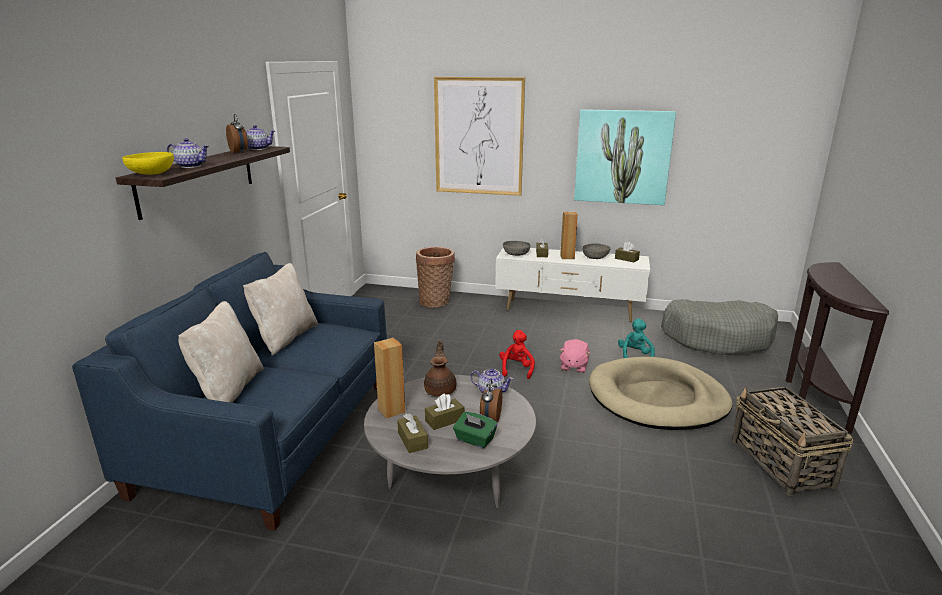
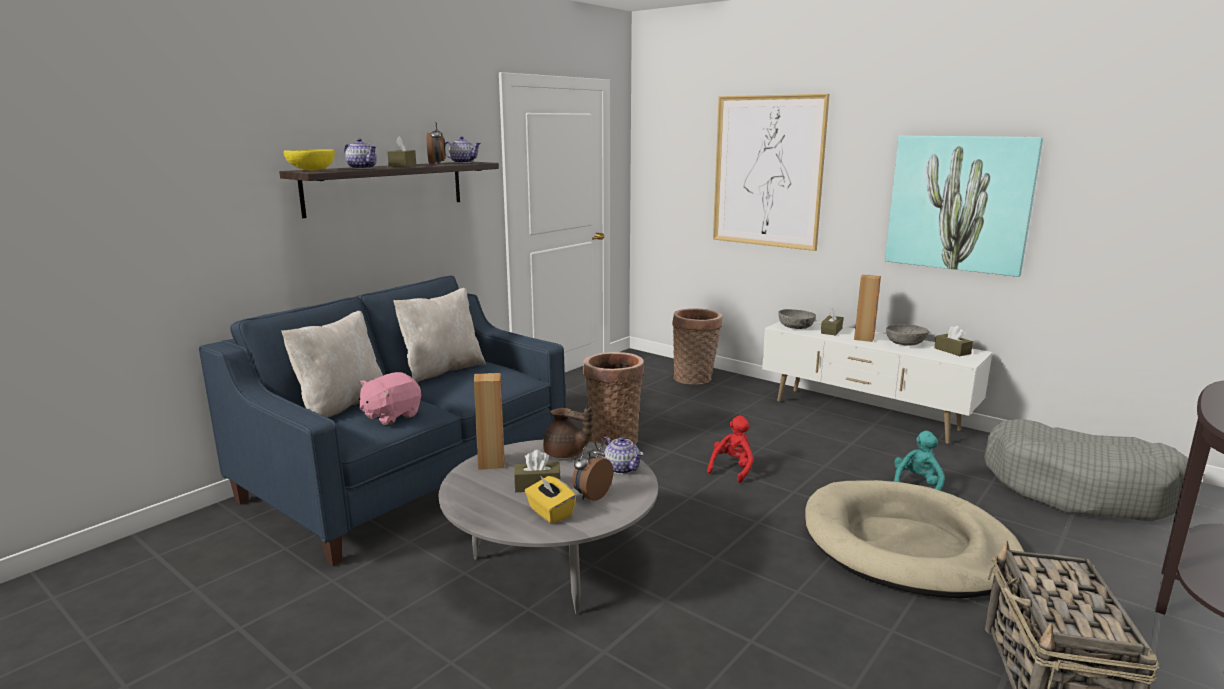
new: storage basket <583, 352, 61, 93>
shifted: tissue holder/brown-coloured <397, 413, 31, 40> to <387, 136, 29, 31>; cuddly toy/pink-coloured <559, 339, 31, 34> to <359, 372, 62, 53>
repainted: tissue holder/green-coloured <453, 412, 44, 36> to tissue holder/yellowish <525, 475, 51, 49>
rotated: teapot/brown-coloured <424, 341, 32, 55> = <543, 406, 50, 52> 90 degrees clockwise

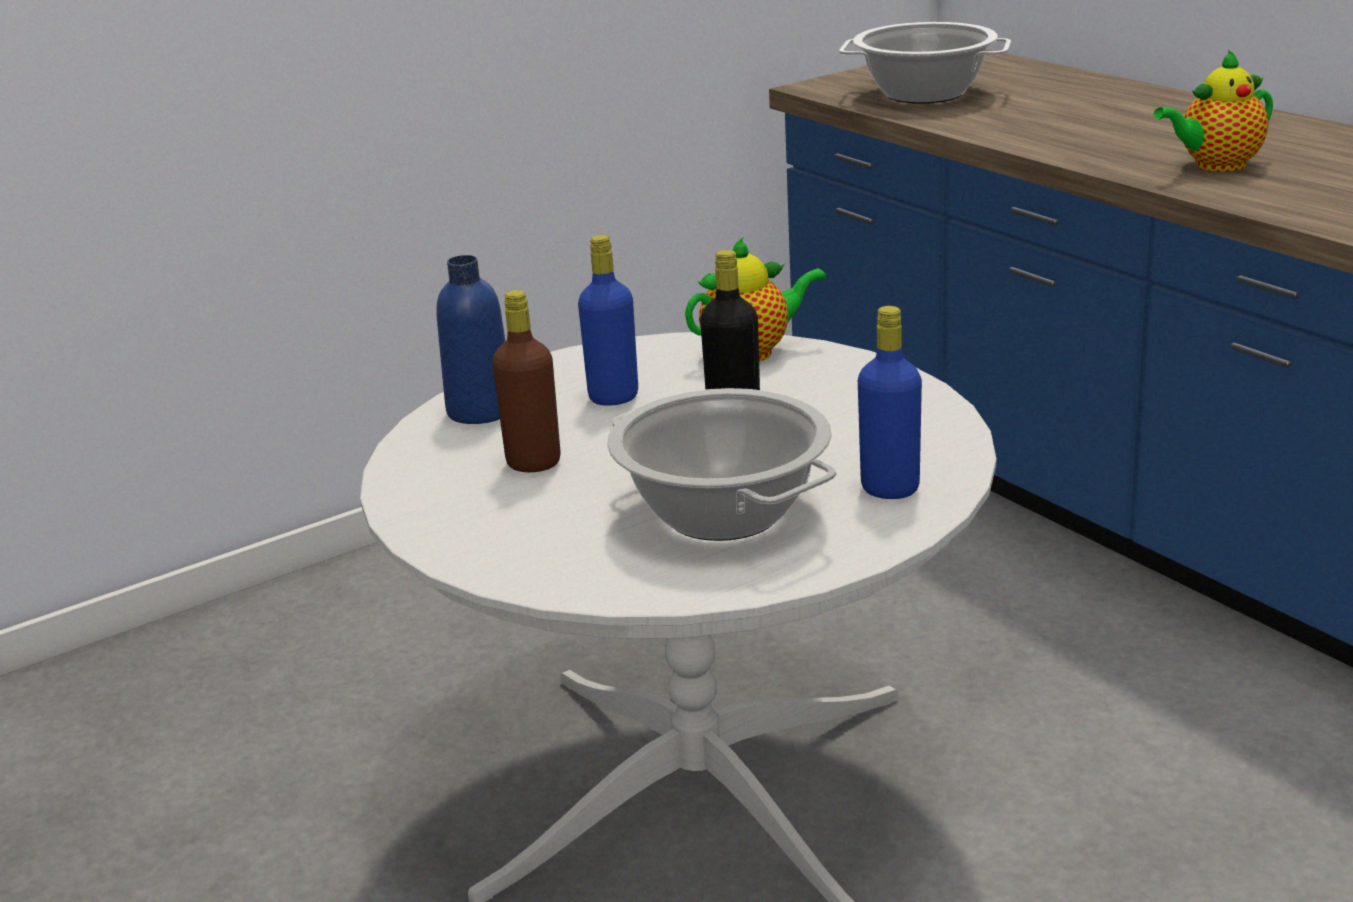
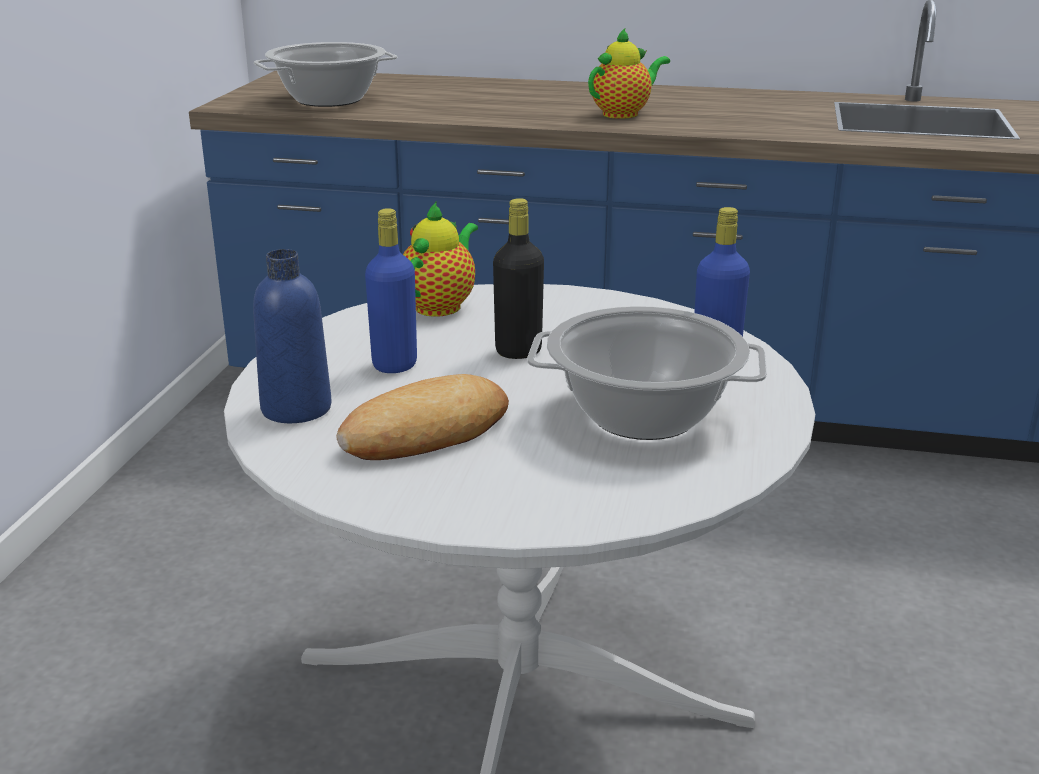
swapped: bottle/brown-coloured <492, 290, 69, 182> to bread <336, 374, 173, 86>
rotated: teapot <1154, 50, 119, 122> = <588, 27, 82, 92> 150 degrees counterclockwise

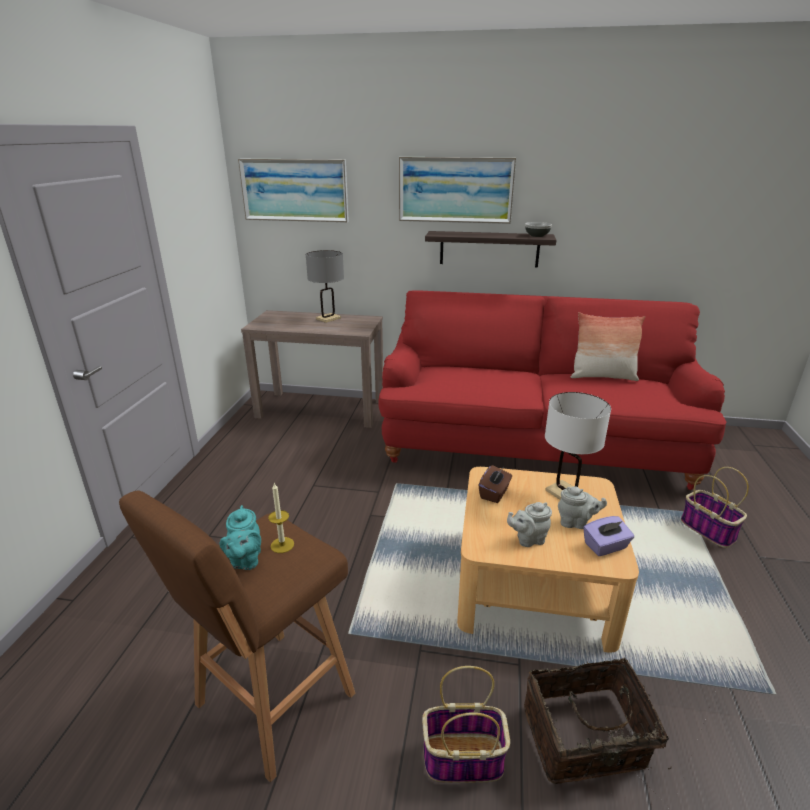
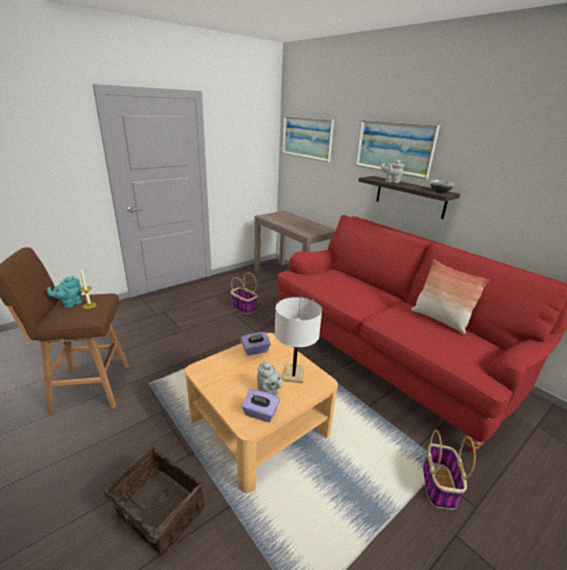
gone: table lamp/gray <306, 250, 38, 73>
shifted: storage basket <422, 666, 88, 117> to <230, 273, 28, 41>; teapot/gray <507, 502, 45, 45> to <381, 160, 23, 23>
repainted: tissue holder/brown-coloured <479, 465, 33, 38> to tissue holder/purple-coloured <241, 332, 30, 24>

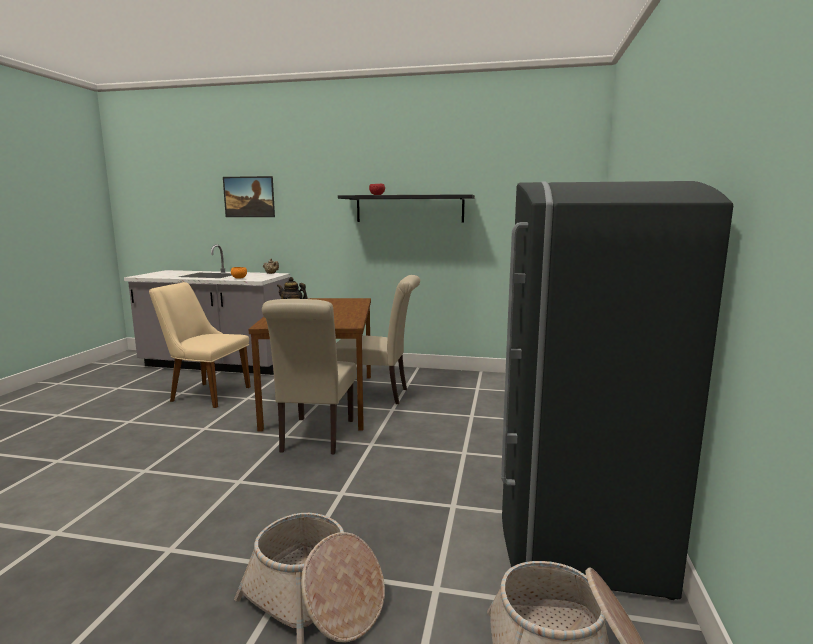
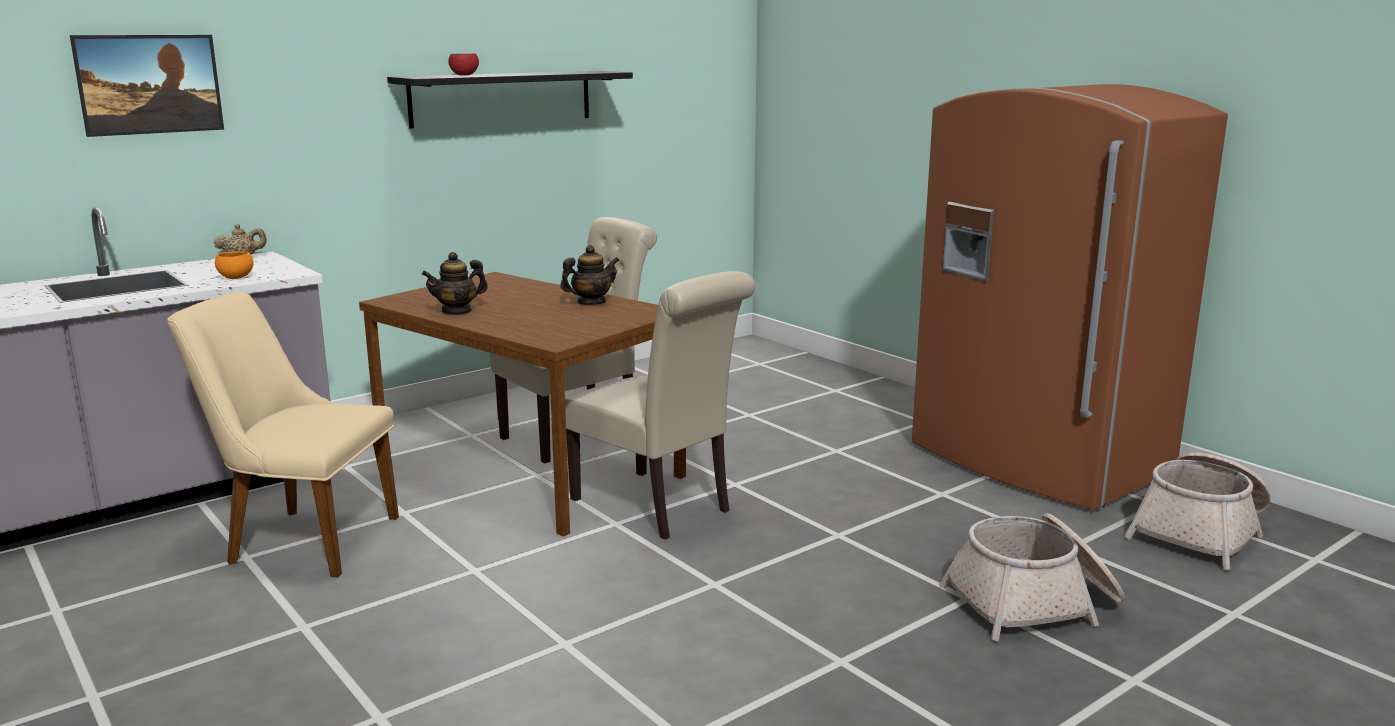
new: teapot <560, 245, 59, 60>
repainted: kitchen fridge/gray <501, 181, 232, 419> to kitchen fridge/brown-coloured <912, 84, 316, 426>
rotated: upright chair/beige-coloured <149, 282, 102, 126> = <167, 292, 232, 286> 45 degrees clockwise

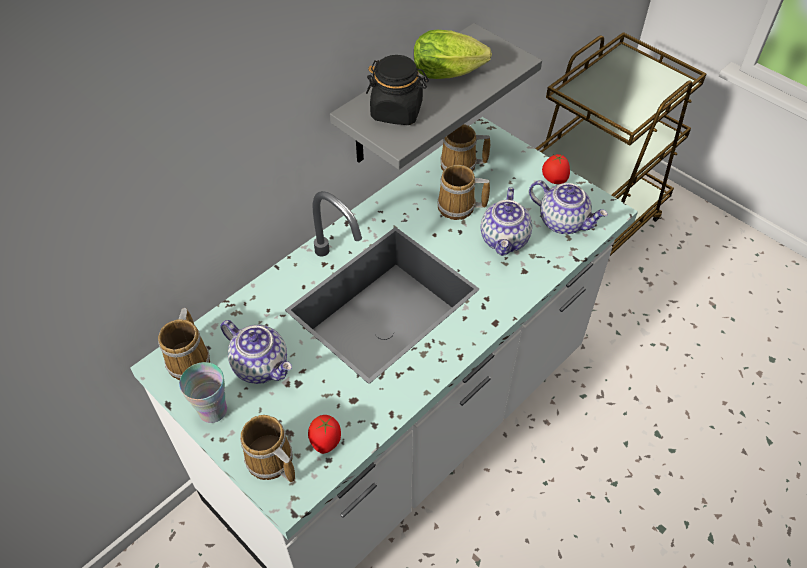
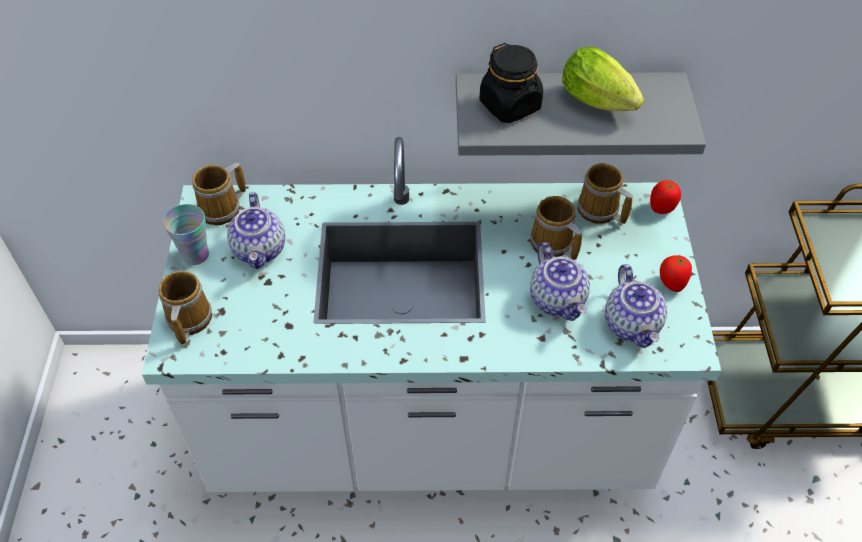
shifted: tomato <308, 415, 33, 39> to <650, 180, 31, 34>
rotated: teapot <481, 187, 51, 69> = <530, 242, 60, 79> 75 degrees counterclockwise

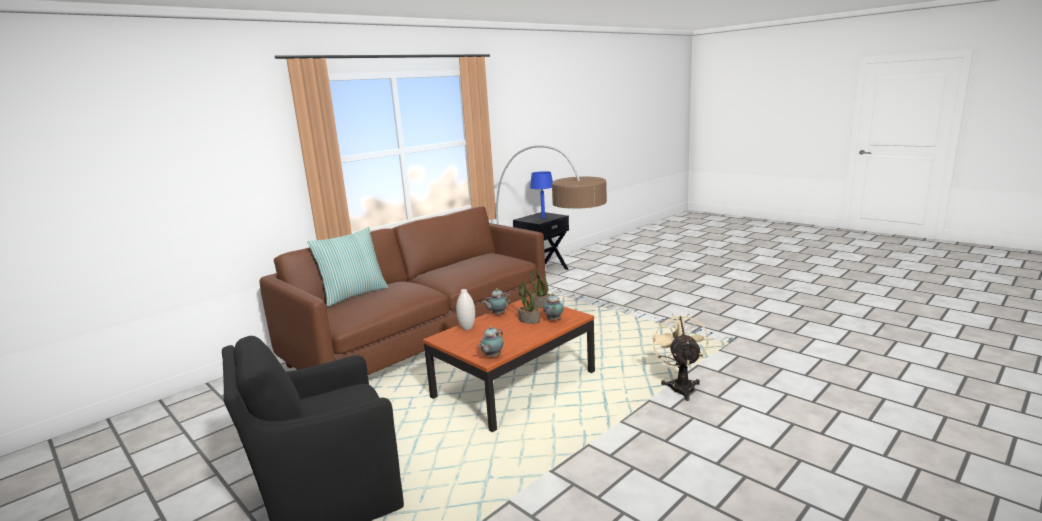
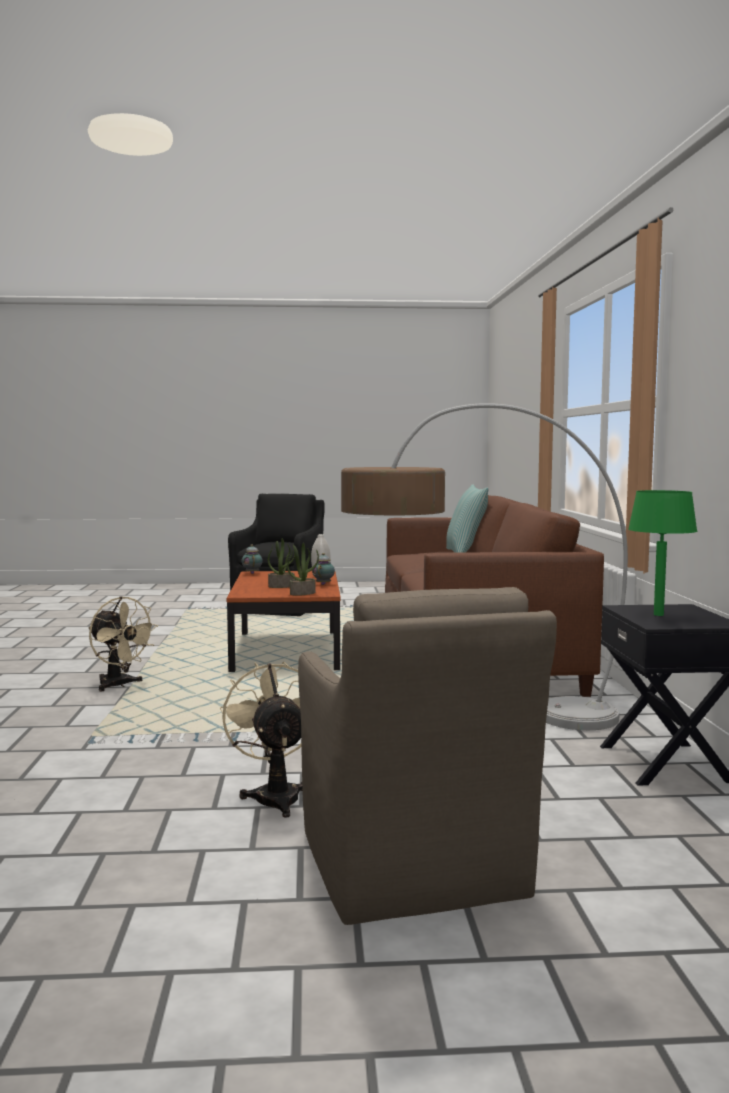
gone: teapot <543, 293, 21, 28>
new: cooling fan/beige-coloured <220, 662, 82, 156>; armchair/brown-coloured <298, 587, 259, 338>
repainted: table lamp/blue-coloured <530, 171, 23, 48> to table lamp/green-coloured <628, 490, 69, 126>

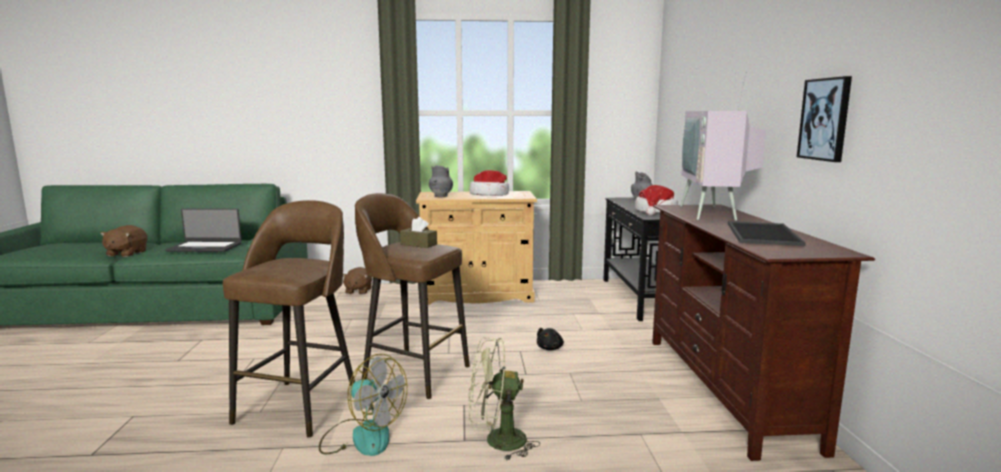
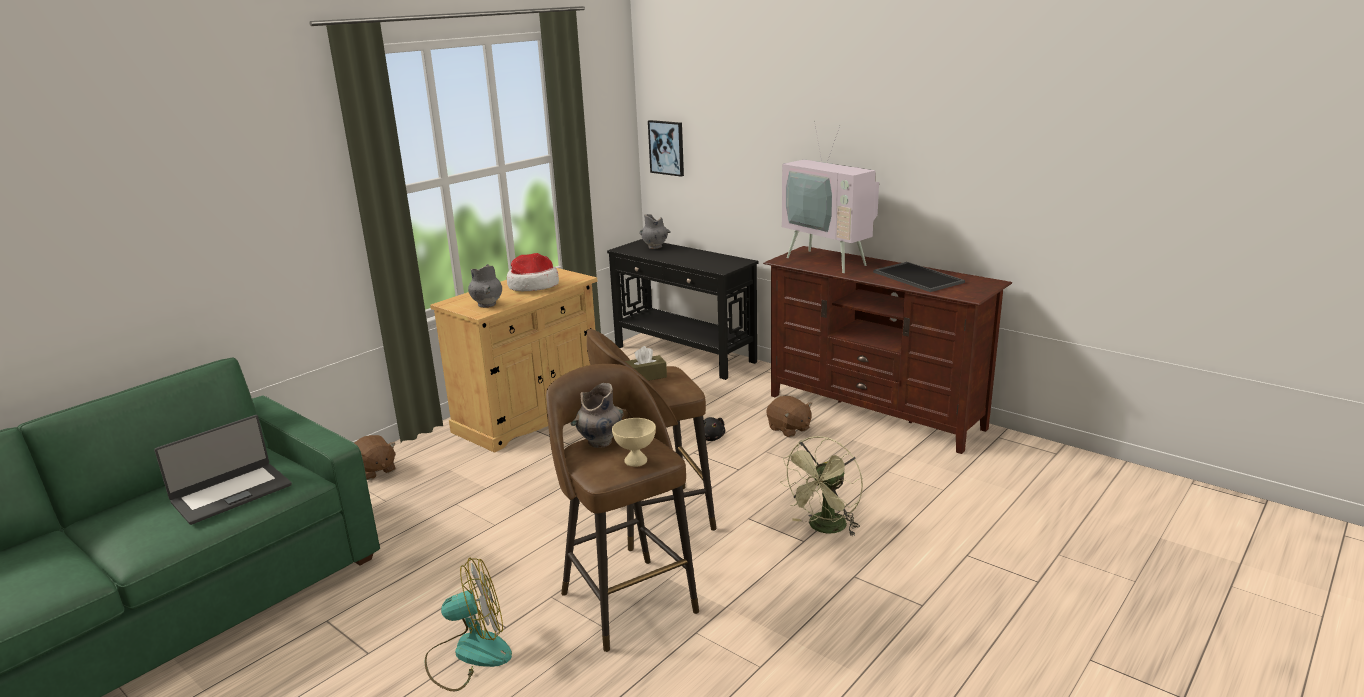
gone: clothing hat <635, 185, 43, 31>
new: decorative vase/gray <570, 383, 54, 65>; serving bowl/beige-coloured <612, 418, 44, 49>
shifted: cuddly toy/brown-coloured <100, 225, 47, 32> to <766, 396, 46, 41>; cooling fan <319, 354, 88, 102> to <425, 558, 87, 133>; picture <797, 76, 55, 86> to <648, 120, 36, 57>

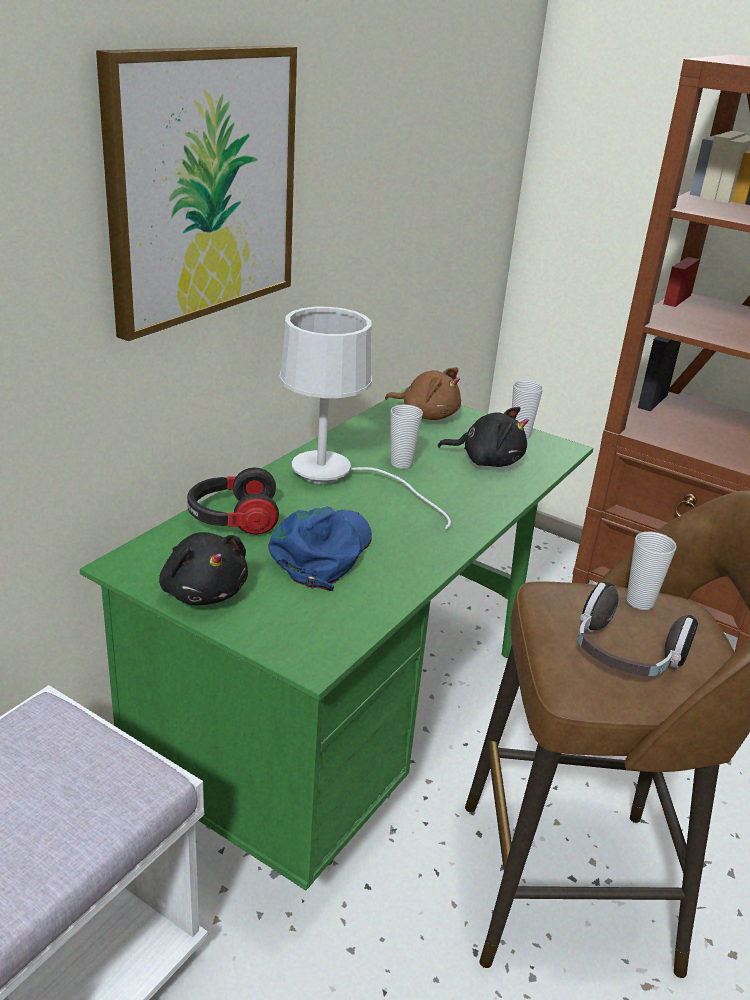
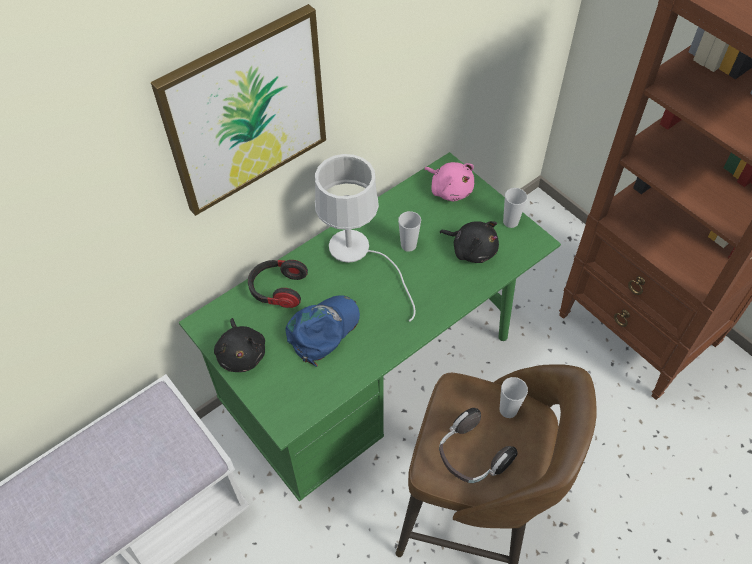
repainted: cuddly toy/brown-coloured <385, 367, 76, 53> to cuddly toy/pink-coloured <424, 162, 50, 39>

